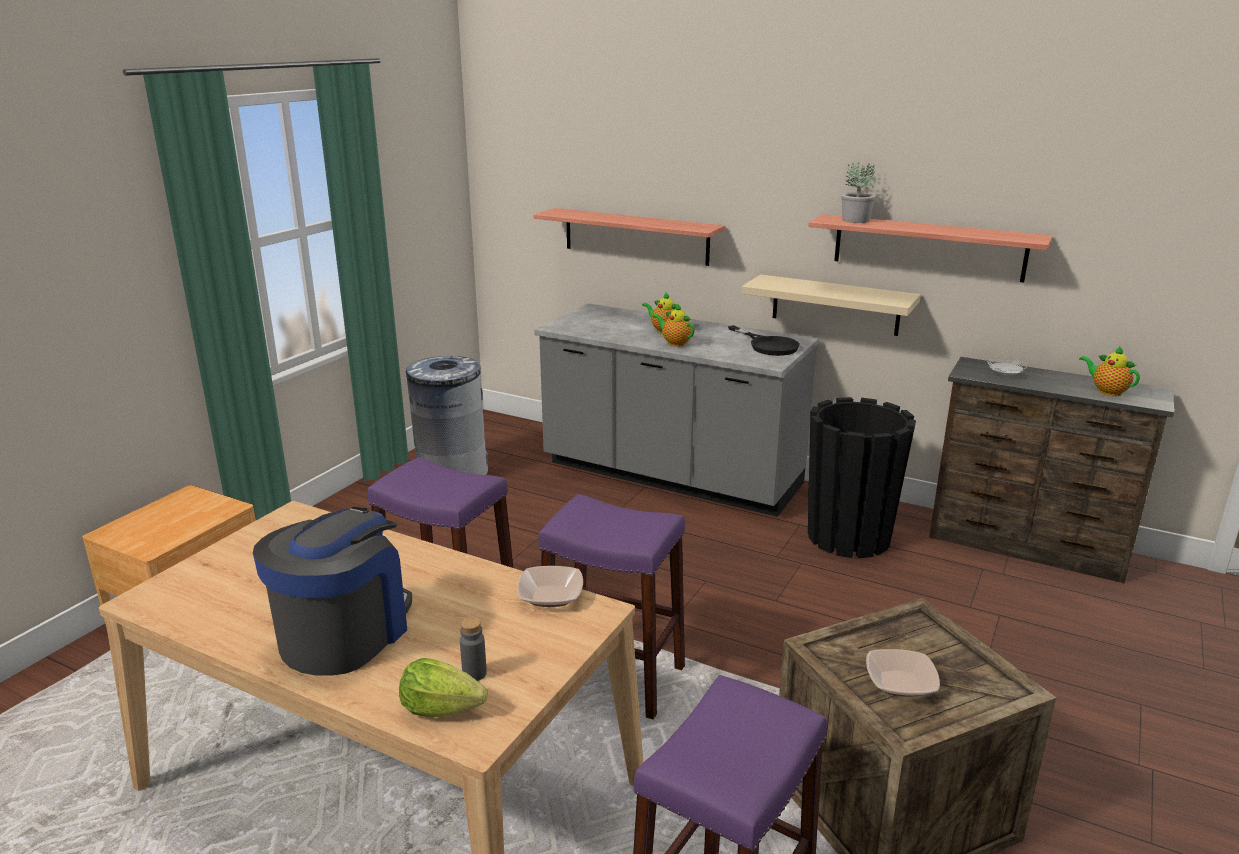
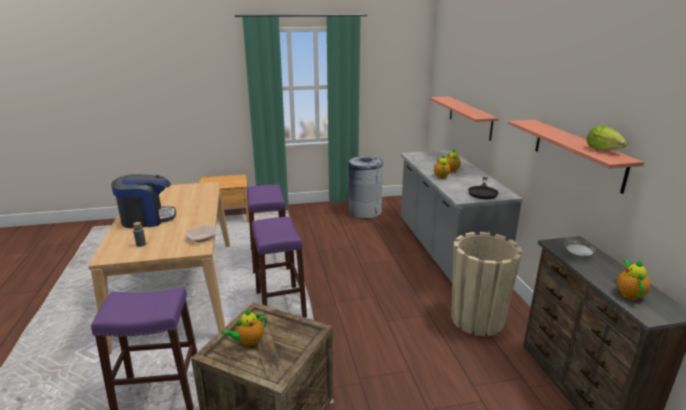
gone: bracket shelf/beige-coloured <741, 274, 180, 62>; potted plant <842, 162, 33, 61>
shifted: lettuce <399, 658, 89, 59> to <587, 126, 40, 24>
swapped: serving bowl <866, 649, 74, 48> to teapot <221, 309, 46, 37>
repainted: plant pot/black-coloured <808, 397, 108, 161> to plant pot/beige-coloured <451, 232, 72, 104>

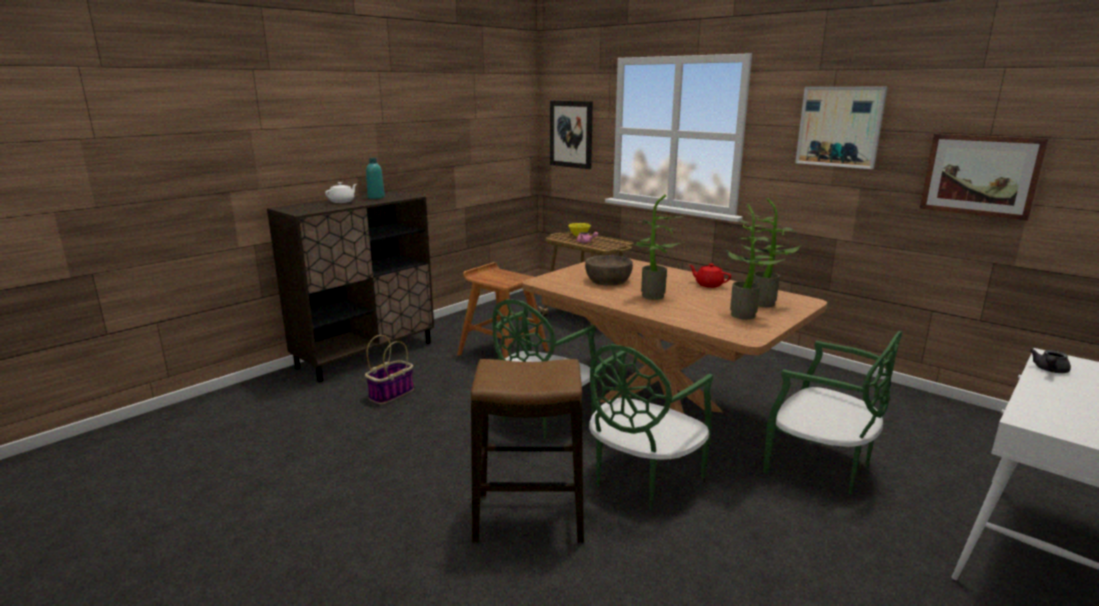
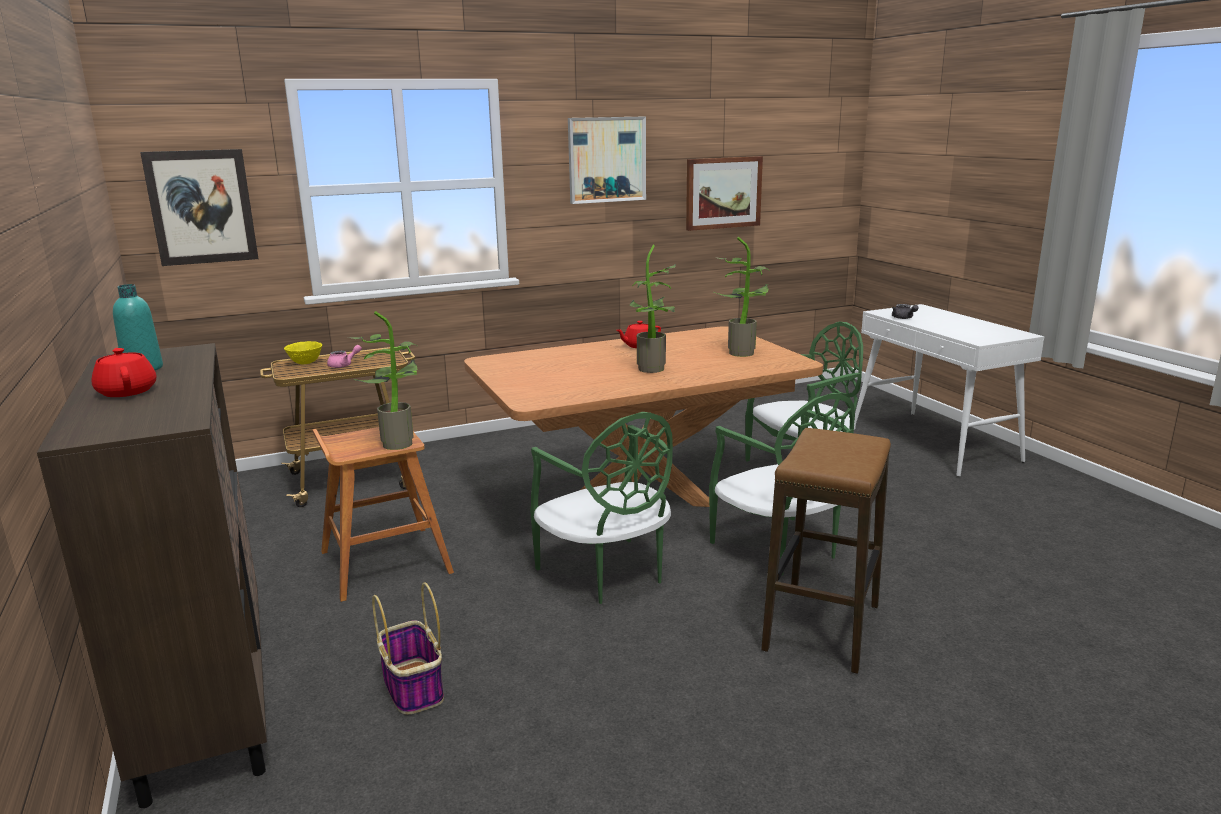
gone: serving bowl/brown-coloured <585, 255, 48, 31>
shifted: potted plant <740, 198, 62, 109> to <348, 311, 70, 139>
repainted: teapot/white <325, 182, 32, 21> to teapot/red <91, 348, 65, 49>

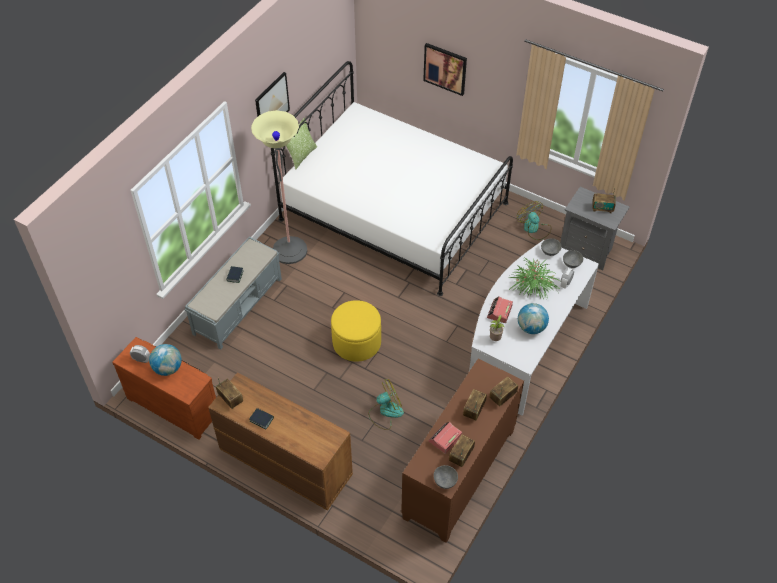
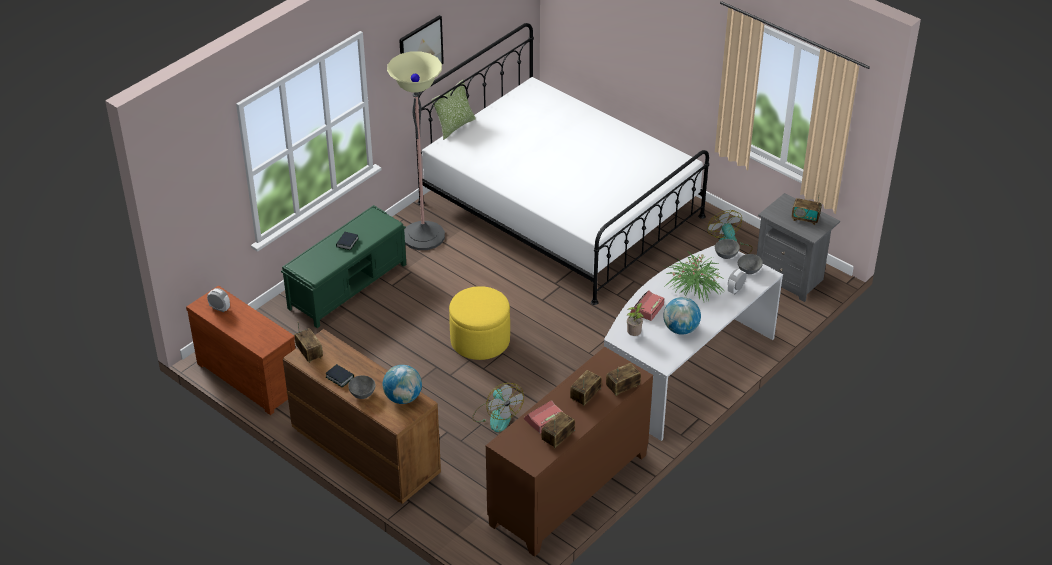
gone: picture <423, 43, 44, 53>
shifted: world globe <149, 344, 33, 32> to <383, 365, 39, 39>; serving bowl/gray <434, 465, 24, 24> to <348, 375, 28, 24>
repainted: indoor bench/gray <184, 237, 98, 113> to indoor bench/green-coloured <281, 205, 125, 123>
rotated: cooling fan <368, 379, 36, 51> = <472, 383, 52, 49> 75 degrees clockwise

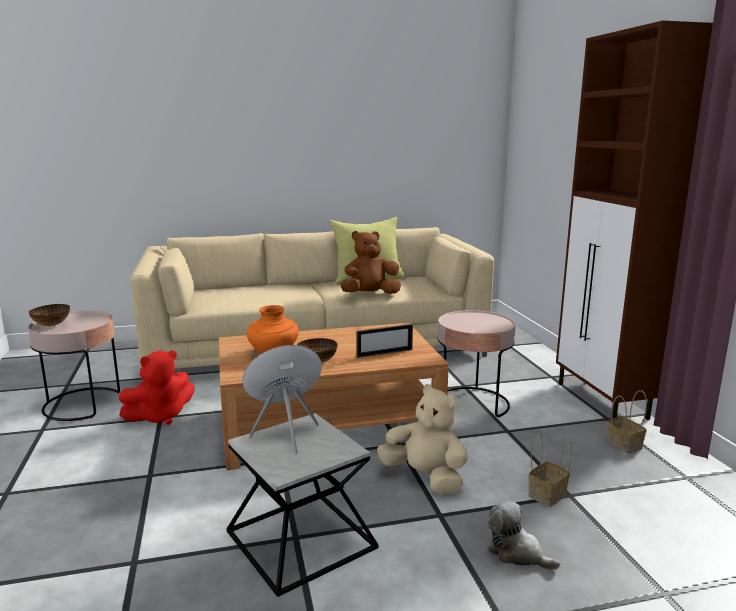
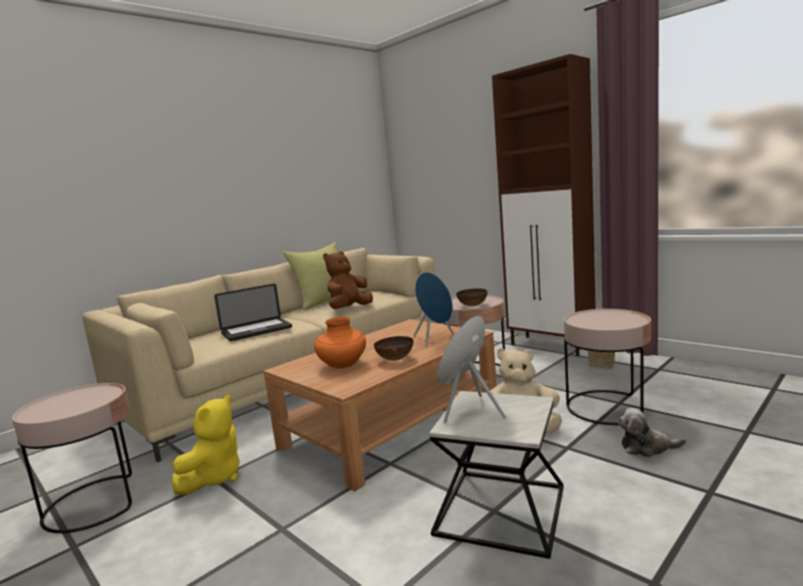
new: notebook computer <214, 284, 78, 57>
shifted: serving bowl <28, 304, 42, 22> to <456, 288, 32, 19>
swapped: standing frame <356, 323, 57, 35> to audio speaker/blue-coloured <413, 272, 40, 75>; storage basket <529, 430, 43, 77> to side table/pink-coloured <564, 309, 87, 116>
repainted: cuddly toy/red <119, 350, 75, 75> to cuddly toy/yellowish <172, 395, 68, 100>

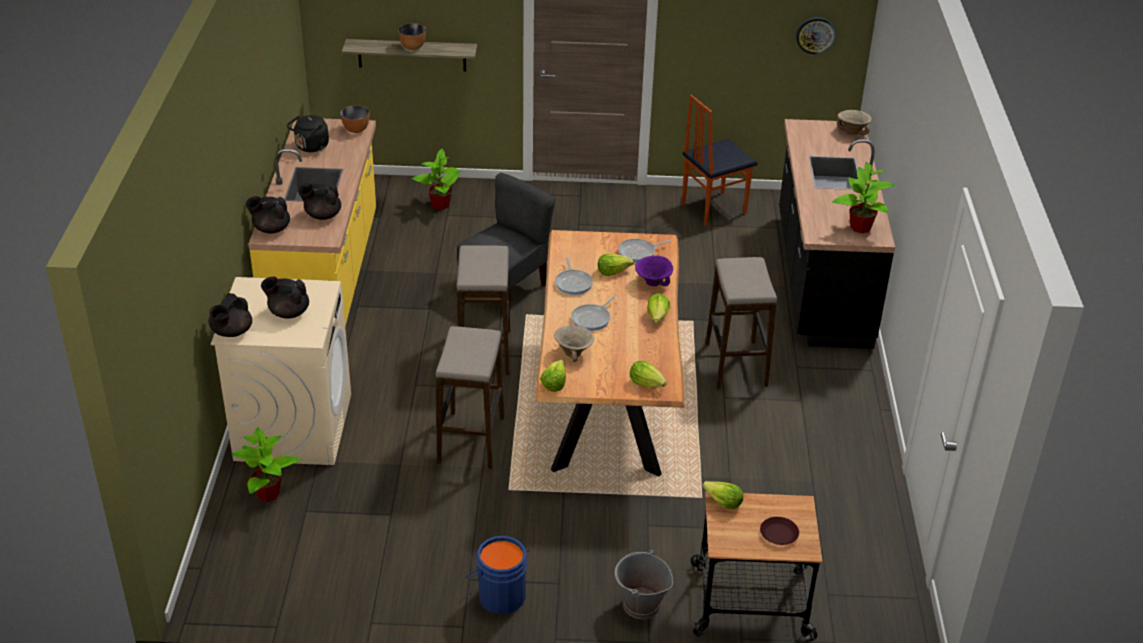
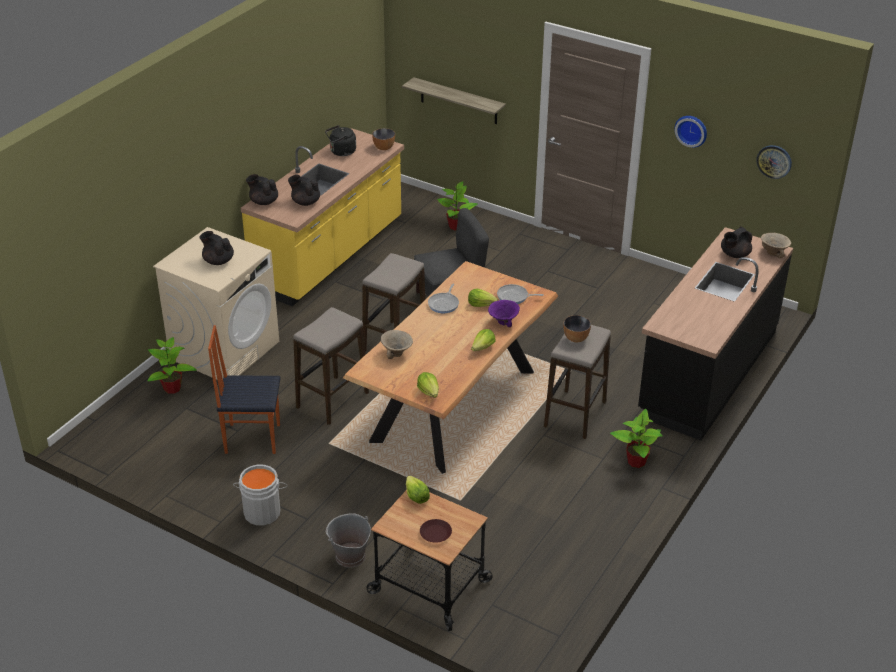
gone: lettuce <540, 360, 26, 32>; skillet <571, 296, 44, 35>
new: wall clock <674, 116, 33, 32>
shifted: teapot/black-coloured <209, 293, 43, 44> to <721, 226, 32, 32>; serving bowl <398, 23, 28, 27> to <563, 315, 28, 27>; upright chair <682, 95, 76, 131> to <208, 325, 72, 129>; potted plant <832, 162, 63, 71> to <610, 409, 53, 59>
repainted: pail/blue-coloured <466, 536, 63, 78> to pail/gray <233, 465, 55, 61>

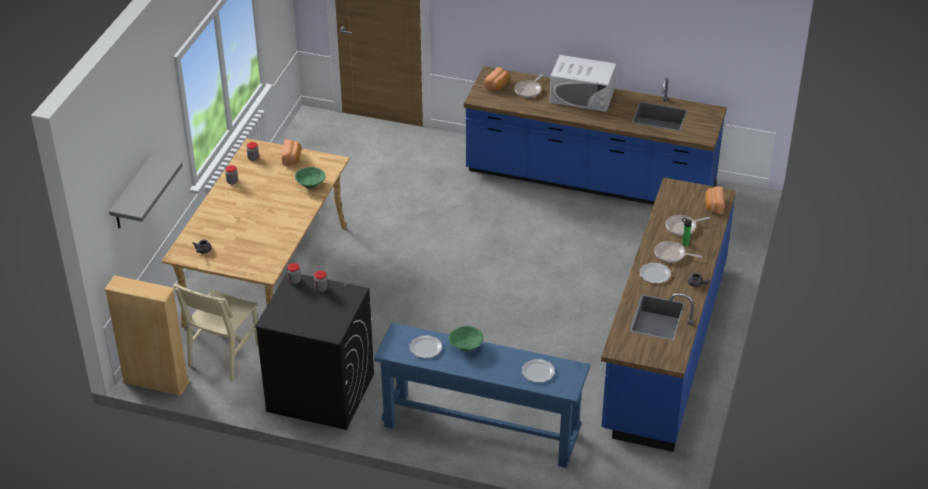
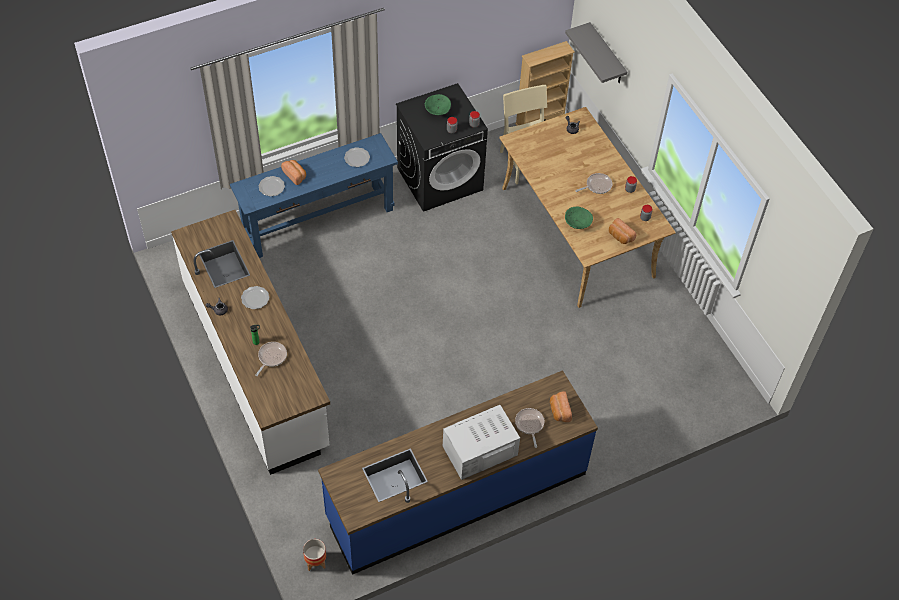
new: plant pot <303, 539, 23, 32>
shifted: serving bowl/green-coloured <449, 326, 35, 26> to <425, 94, 26, 21>; skillet <654, 241, 48, 21> to <575, 173, 37, 21>; bread <705, 186, 20, 28> to <281, 160, 25, 25>
repainted: counter/blue-coloured <601, 177, 135, 275> to counter/white <171, 210, 159, 265>

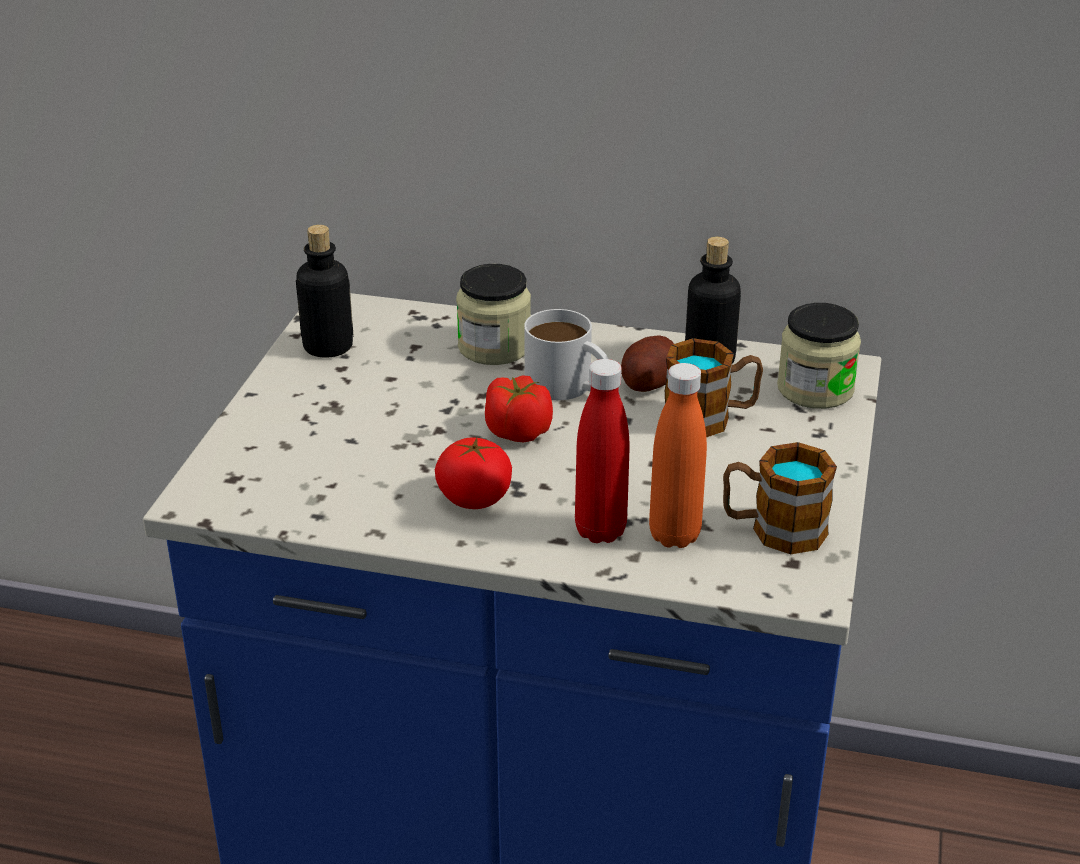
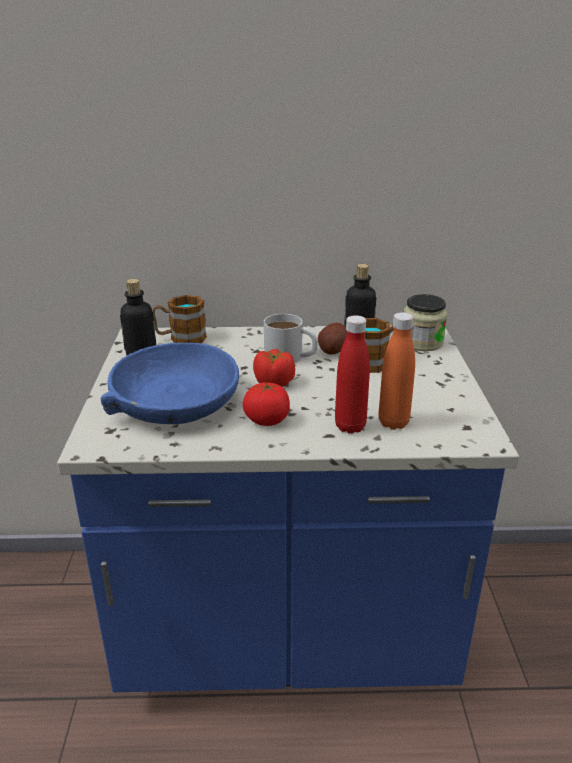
gone: storage jar <456, 264, 75, 101>
new: serving bowl/blue-coloured <101, 343, 138, 82>
shifted: coffee mug <723, 442, 114, 112> to <152, 295, 55, 48>

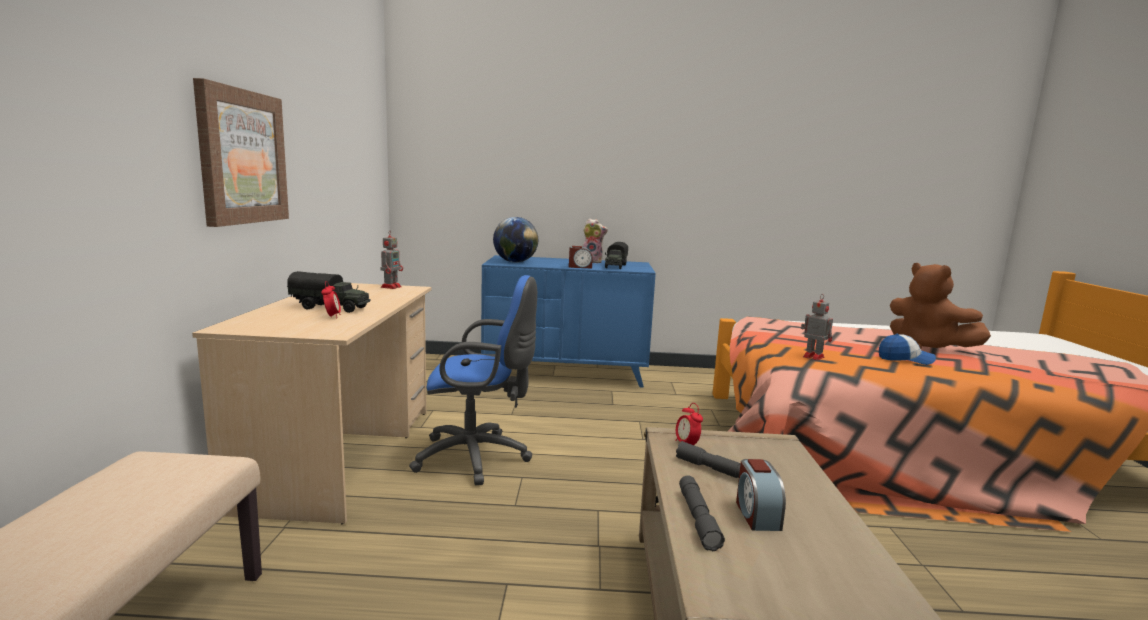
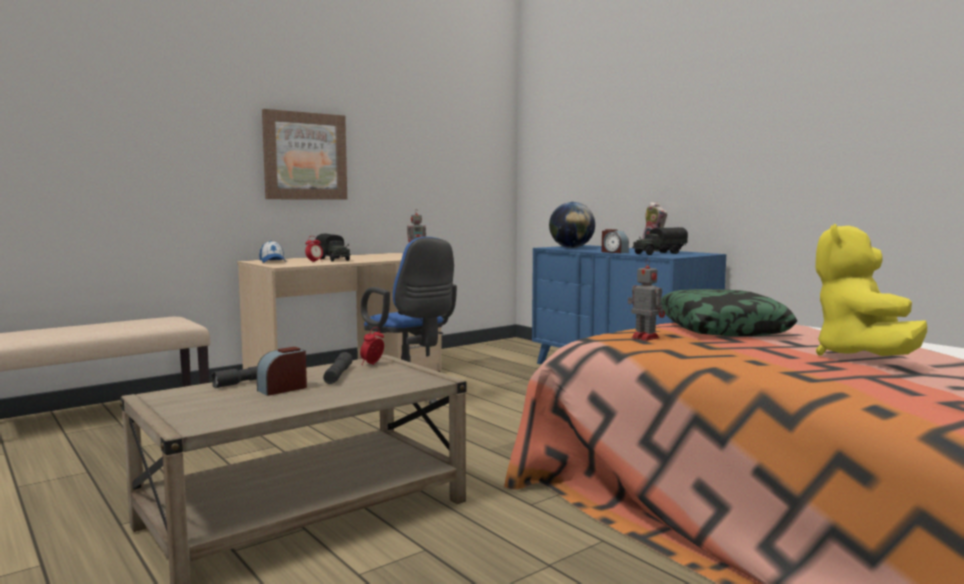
new: pillow <661, 289, 136, 47>
shifted: peaked cap <879, 334, 57, 31> to <260, 241, 26, 22>
repainted: cuddly toy/brown-coloured <890, 263, 101, 86> to cuddly toy/yellowish <815, 224, 112, 132>
rotated: model robot <801, 294, 32, 67> = <628, 258, 37, 83> 45 degrees counterclockwise

